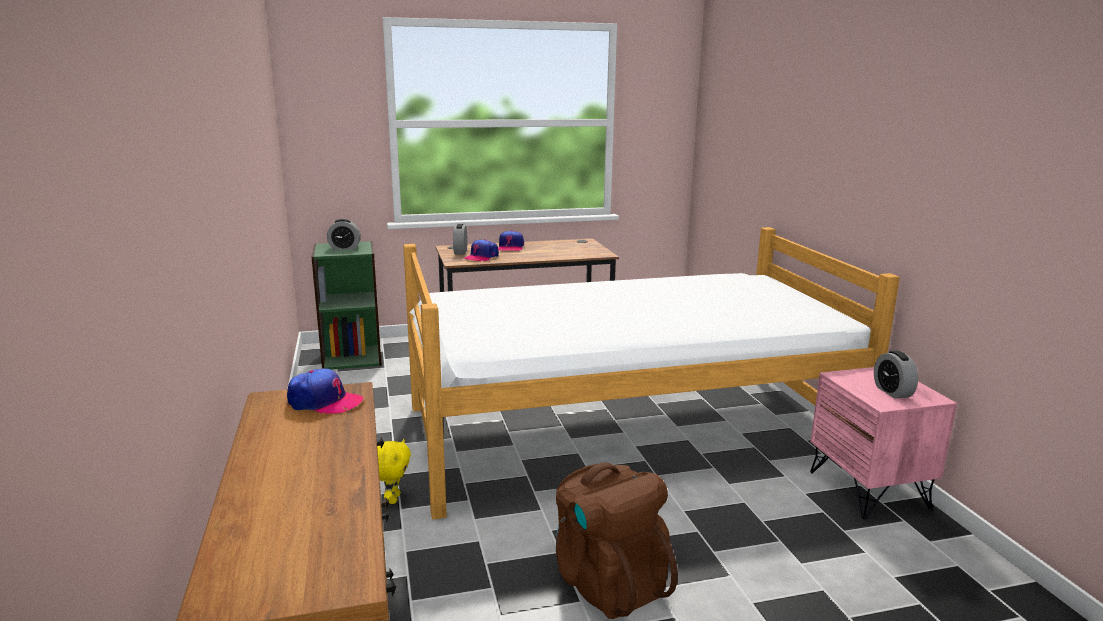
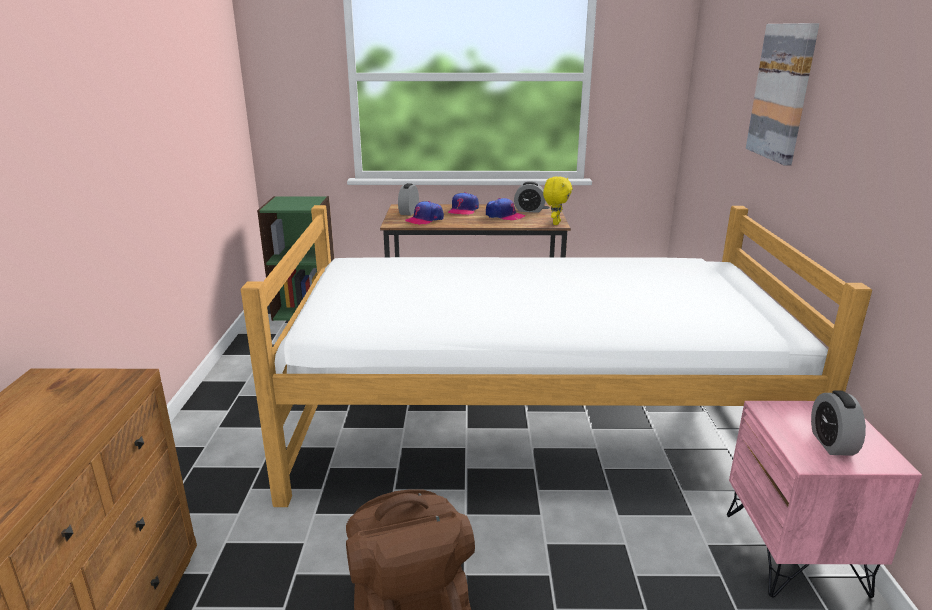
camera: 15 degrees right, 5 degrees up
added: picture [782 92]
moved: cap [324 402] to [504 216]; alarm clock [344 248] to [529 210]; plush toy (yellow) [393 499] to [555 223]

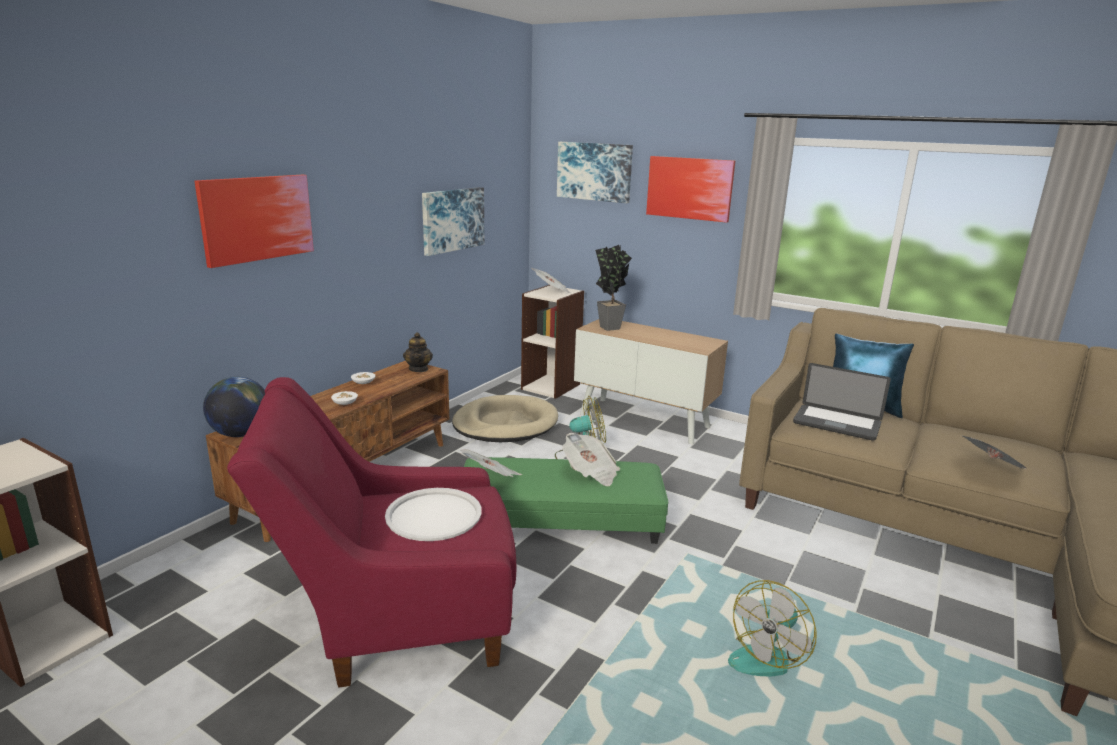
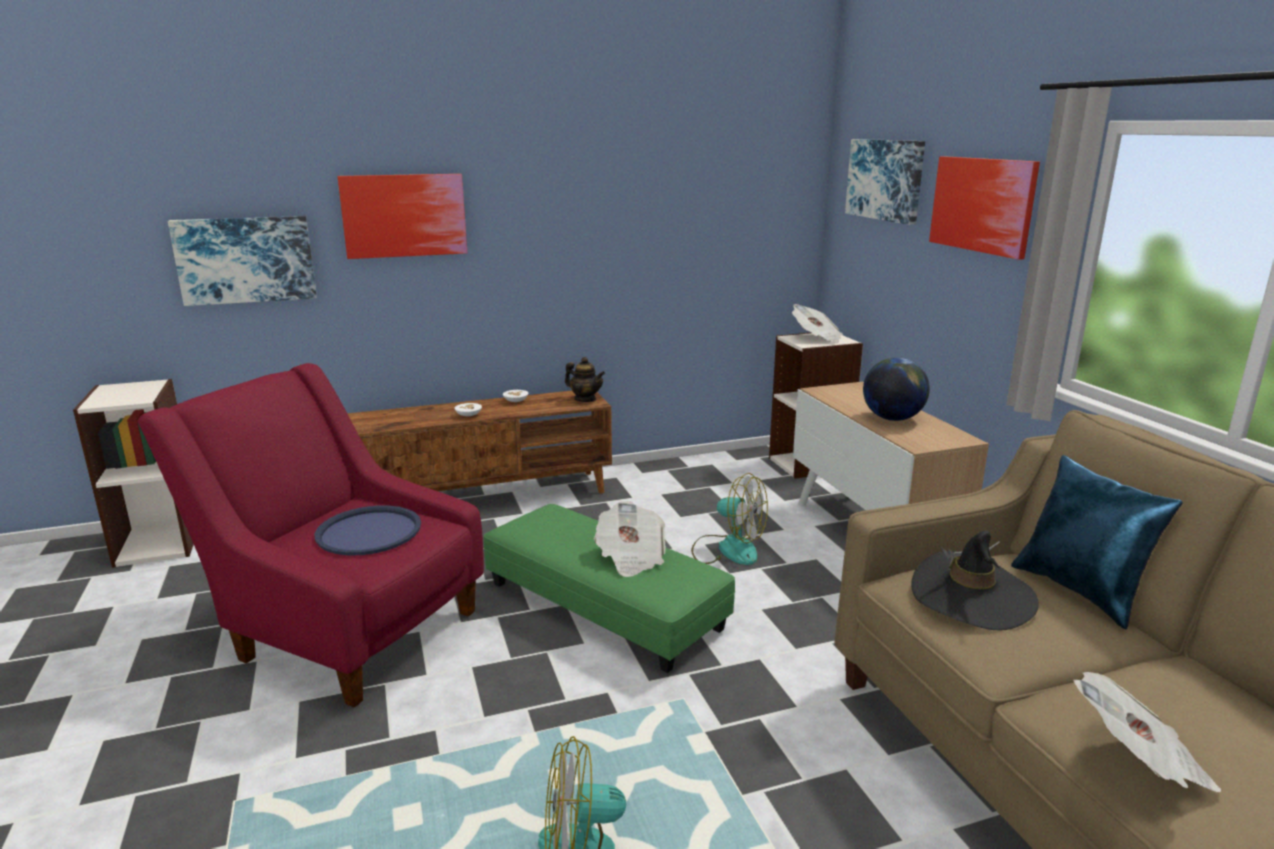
camera: 40 degrees right, 0 degrees up
removed: dog bed (beige) [505 424]; newspaper [491 478]; potted plant [610 326]
moved: globe [241 434] to [892 418]; picture [452 220] to [246 259]
replaced: laptop [836 423] to hat (black) [972 597]
recoloured: tray (white) [433 515] to tray (blue) [369 532]
turned: teapot [418 369] = [585 399] 90 degrees counterclockwise

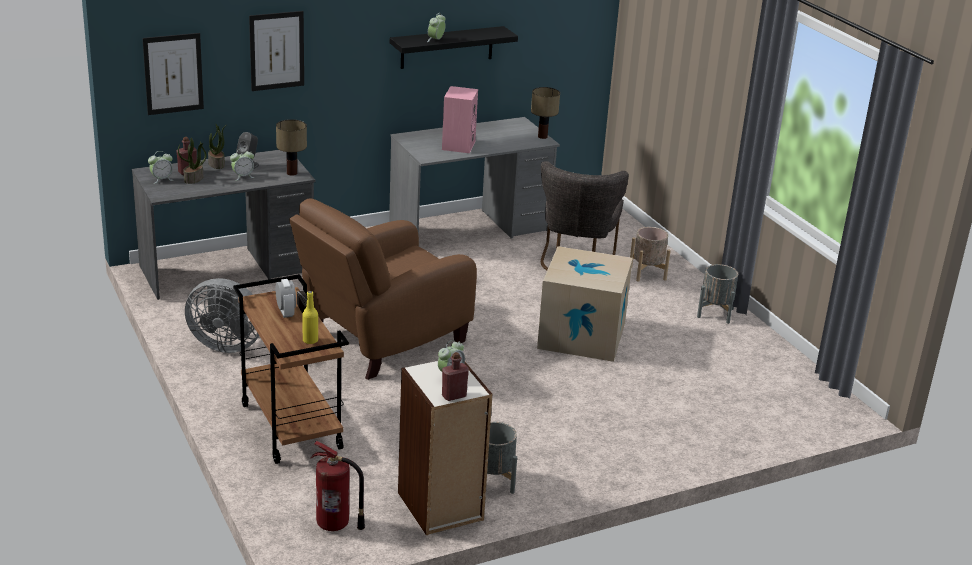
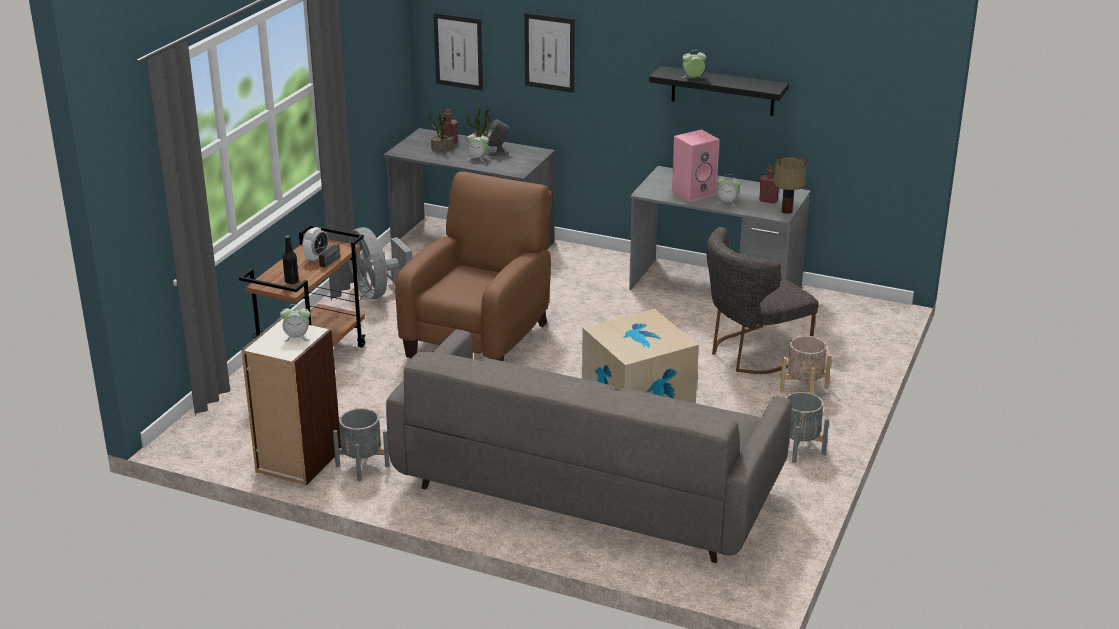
camera: 50 degrees right, 0 degrees up
removed: table lamp [292 173]; fire extinguisher [335 524]
added: sofa (grey) [588 487]
moved: alarm clock [161 179] to [727 202]; bottle (red) [454 396] to [768 200]
recoloured: bottle (yellow) [310 340] to bottle (black) [291 281]
turned: armchair (brown) [381 340] = [481 337] 105 degrees clockwise

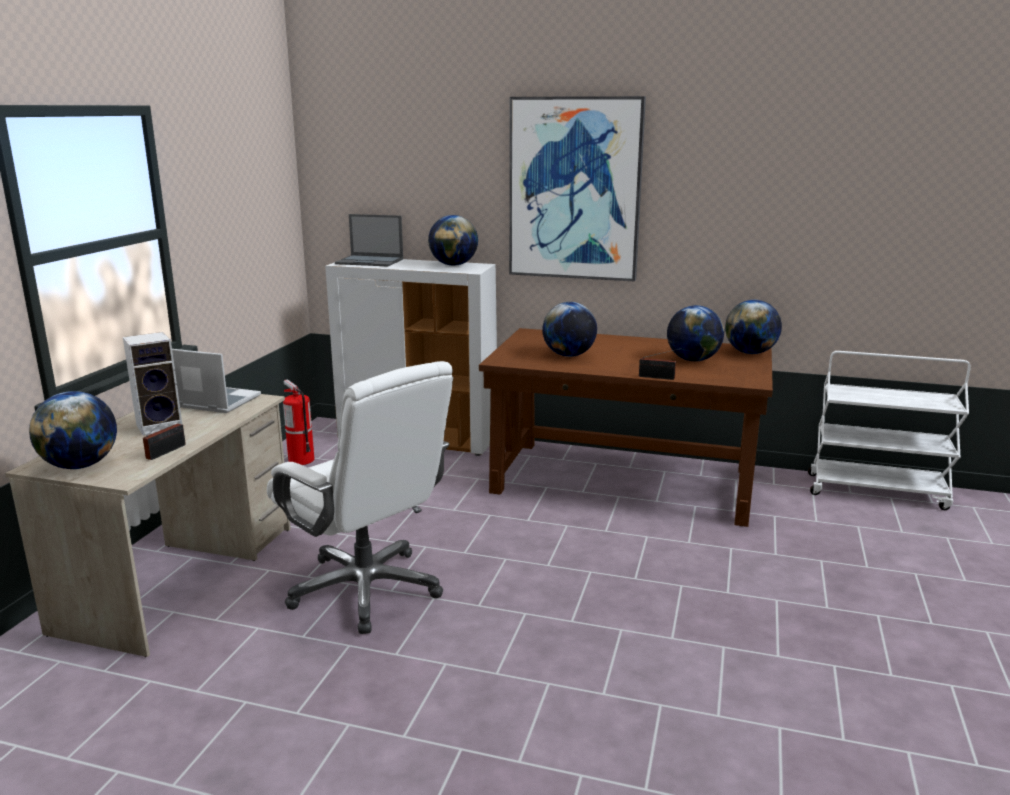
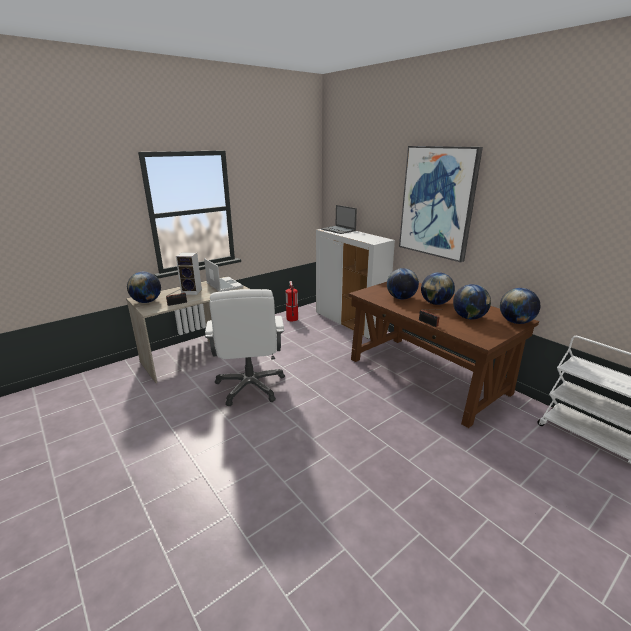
camera: 35 degrees right, 5 degrees up
moved: globe [453 265] to [435 303]

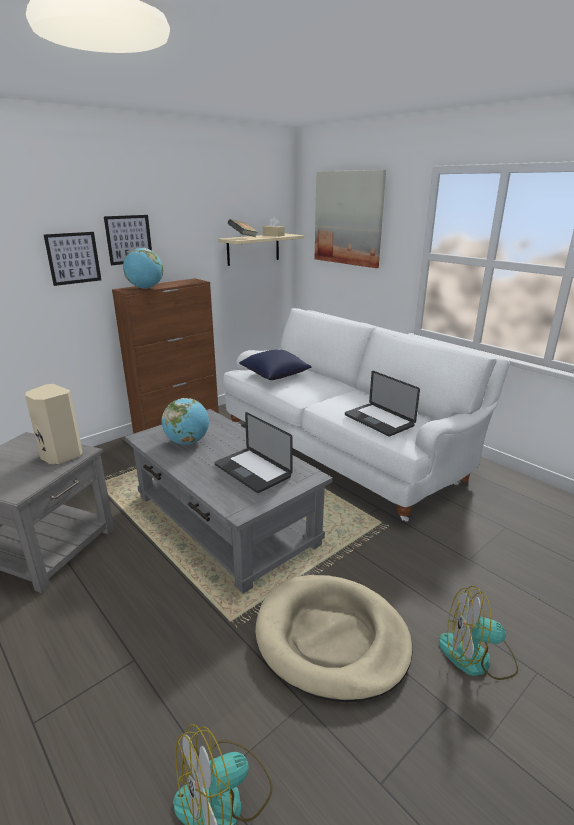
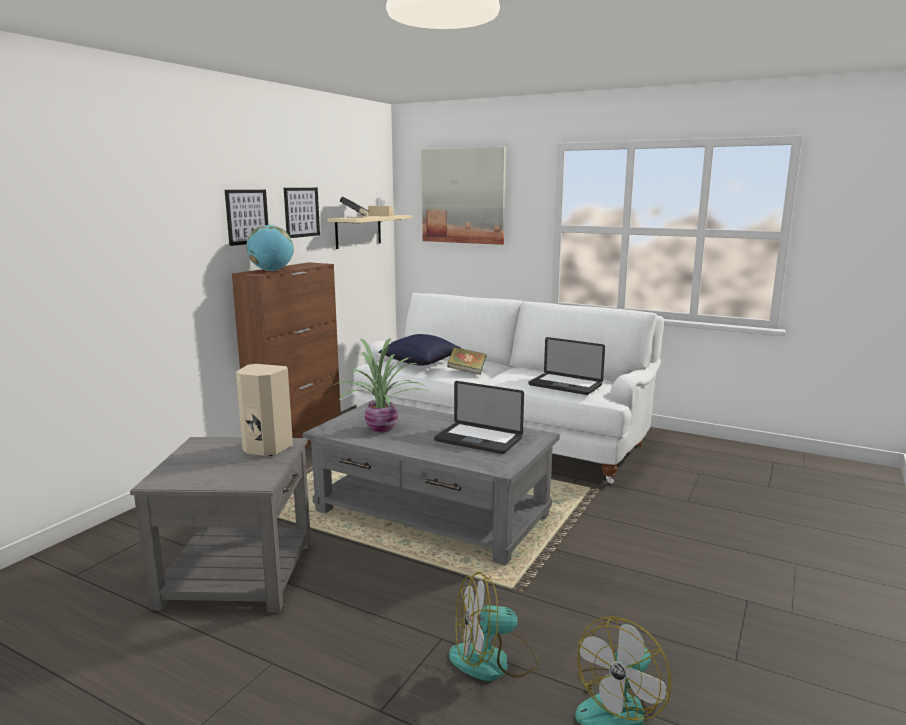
camera: 20 degrees left, 10 degrees down
removed: dog bed (beige) [331 639]
added: book [467 371]
moved: picture [73 258] to [301 212]; fan [477 656] to [493 660]
replaced: globe [187 442] to potted plant [382 428]

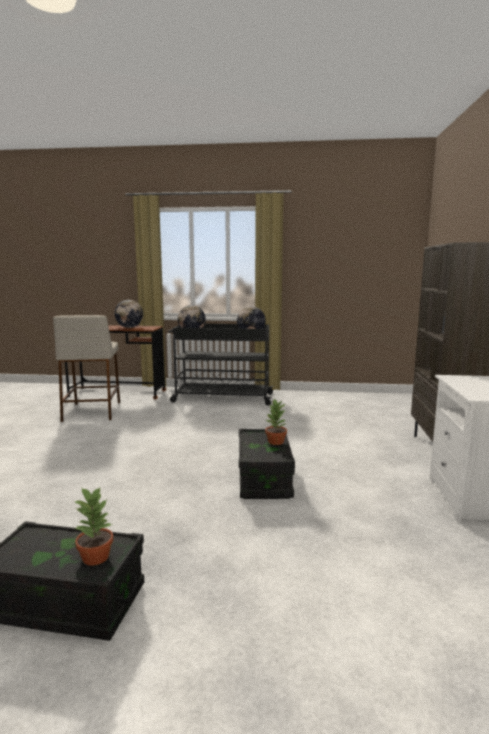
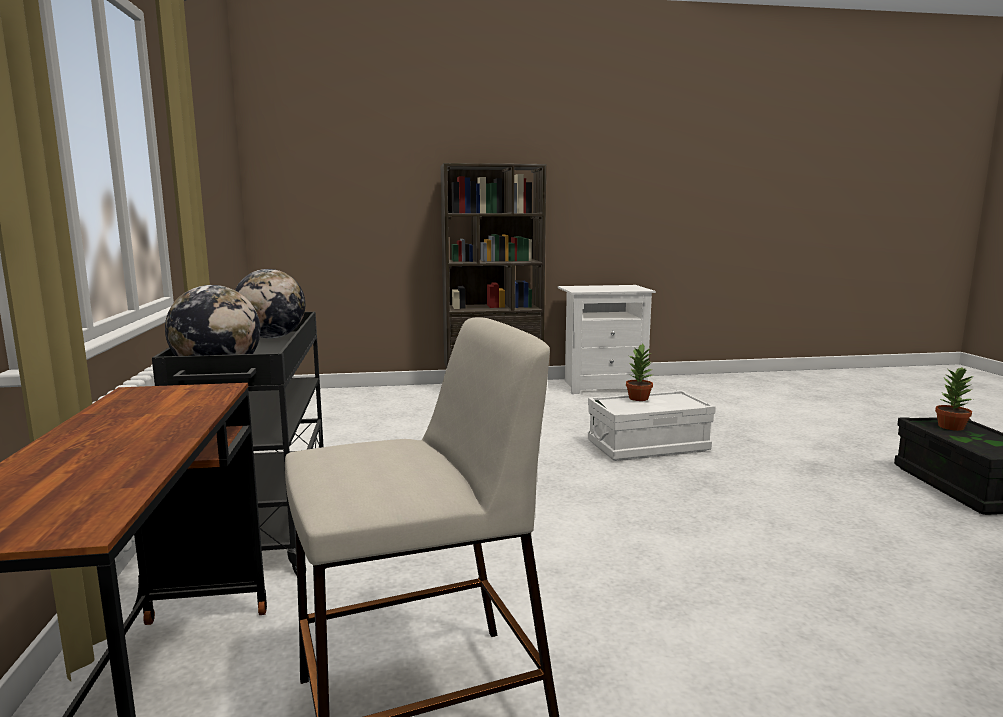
camera: 105 degrees left, 0 degrees up
removed: globe [129 327]
recoloured: storage box (black) [264 479] to storage box (white) [648 446]

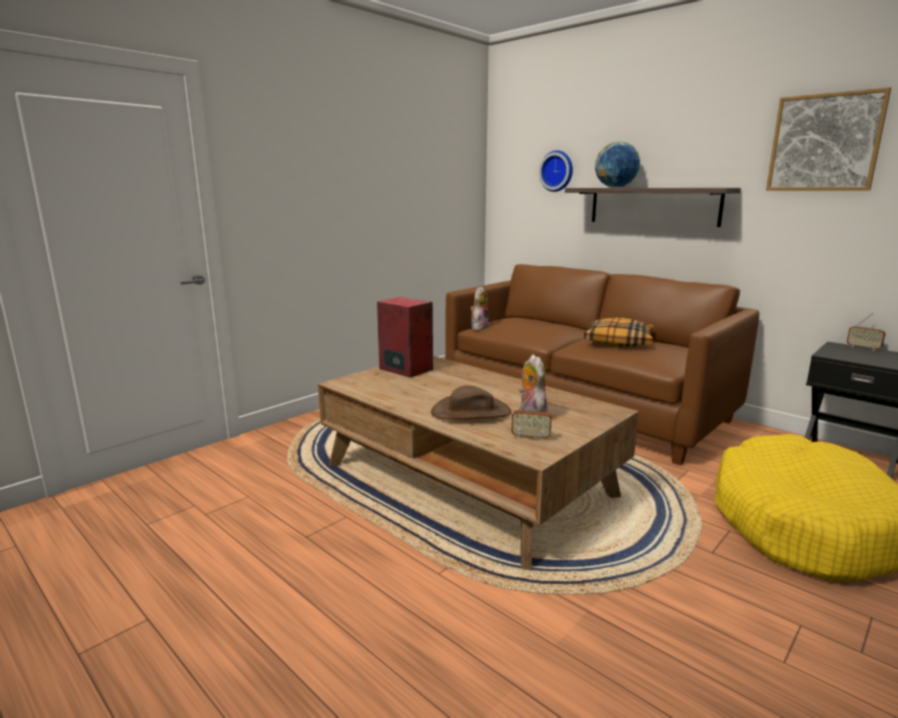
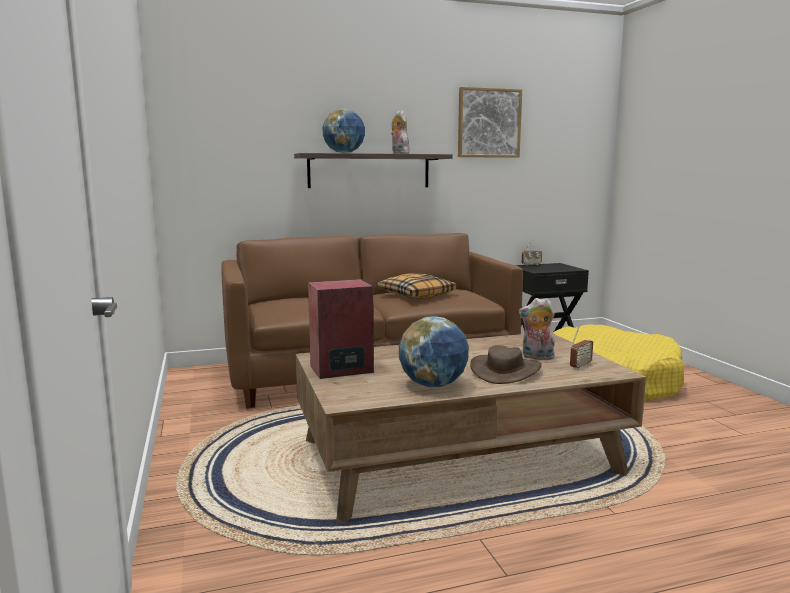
camera: 60 degrees left, 5 degrees down
removed: wall clock [557 171]
added: globe [433 385]
moved: plush toy [479 327] to [398 153]

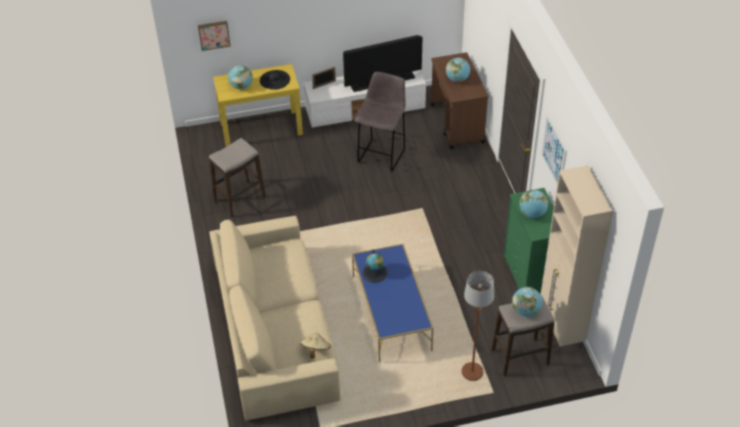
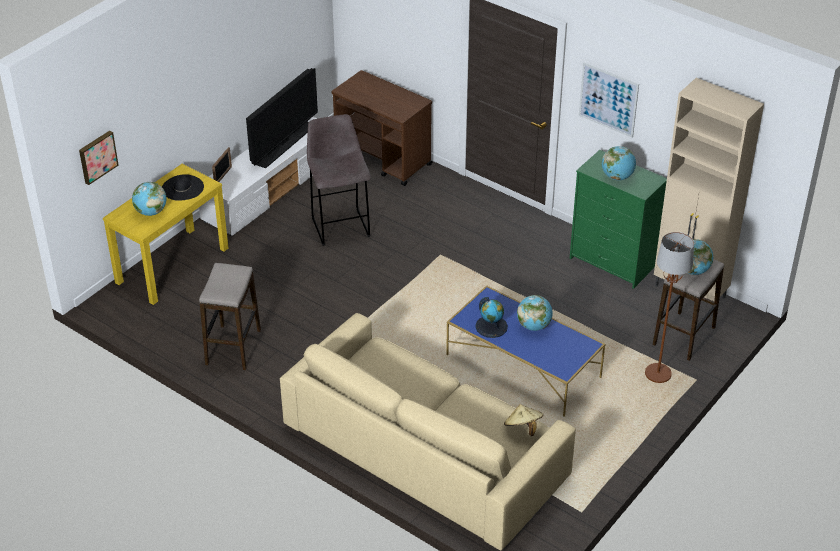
camera: 40 degrees left, 5 degrees down
moved: globe [457 79] to [533 326]

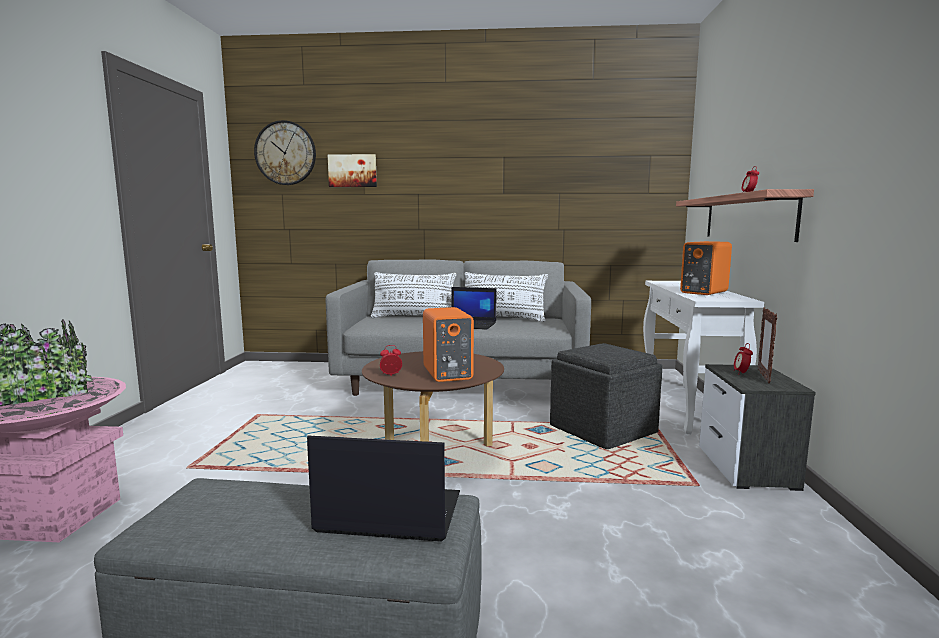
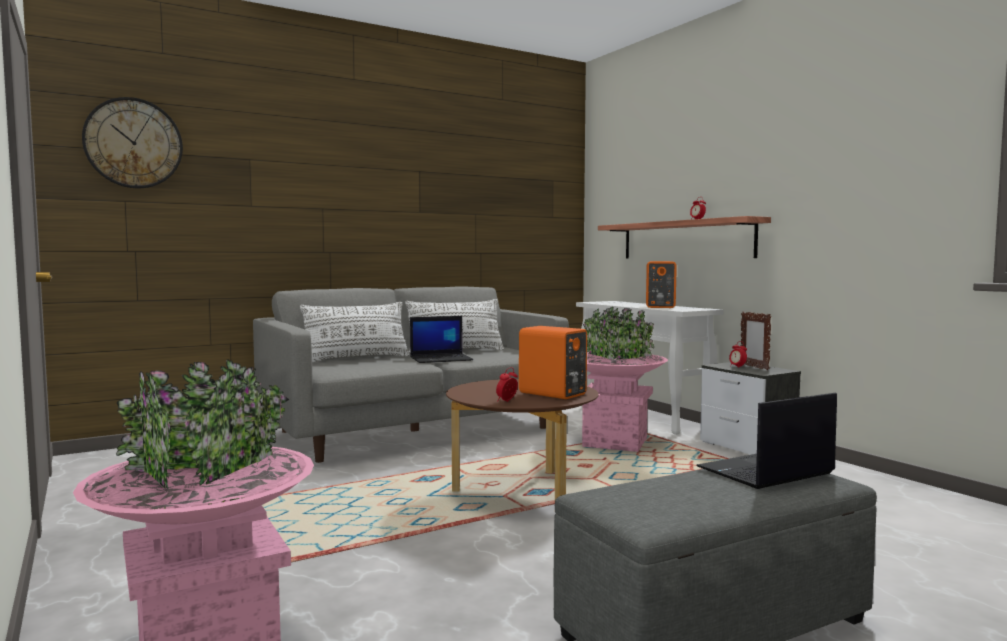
camera: 35 degrees left, 5 degrees down
removed: picture [352 171]
replaced: ottoman (grey) [604 429] to planter (pink) [615 443]

